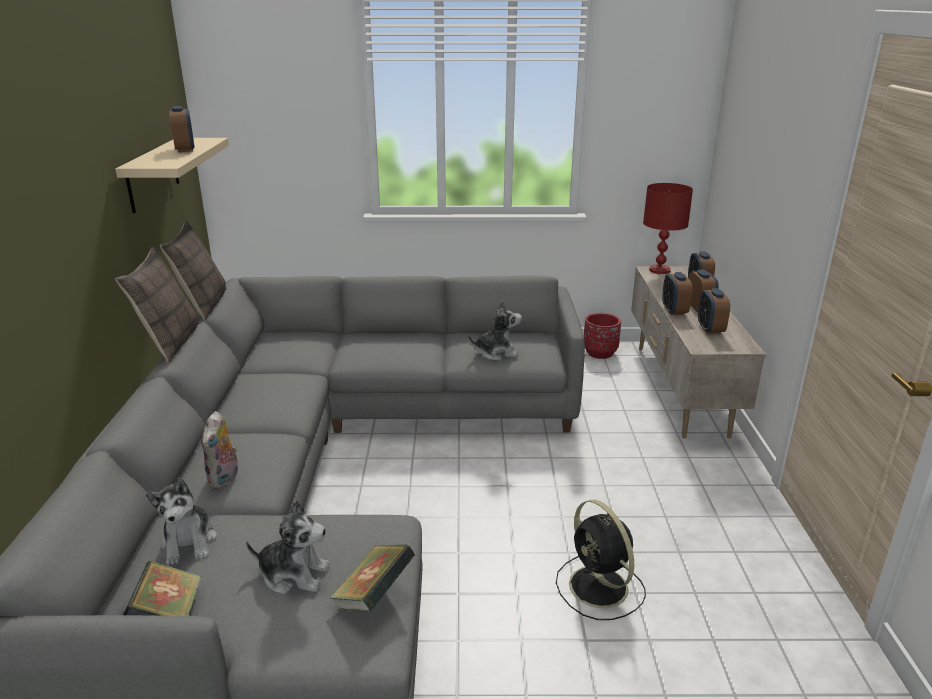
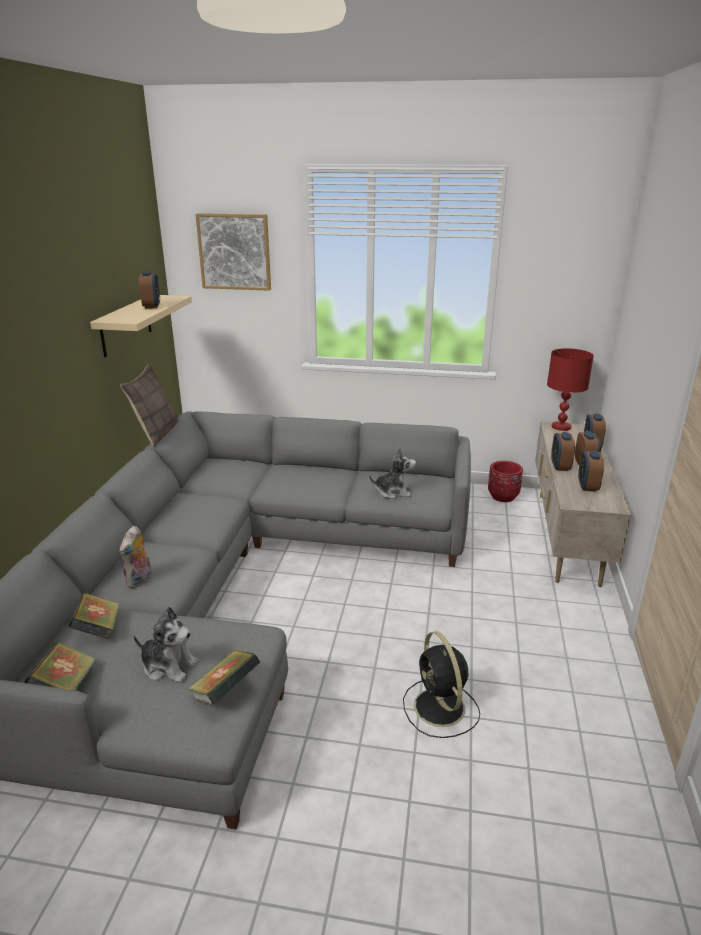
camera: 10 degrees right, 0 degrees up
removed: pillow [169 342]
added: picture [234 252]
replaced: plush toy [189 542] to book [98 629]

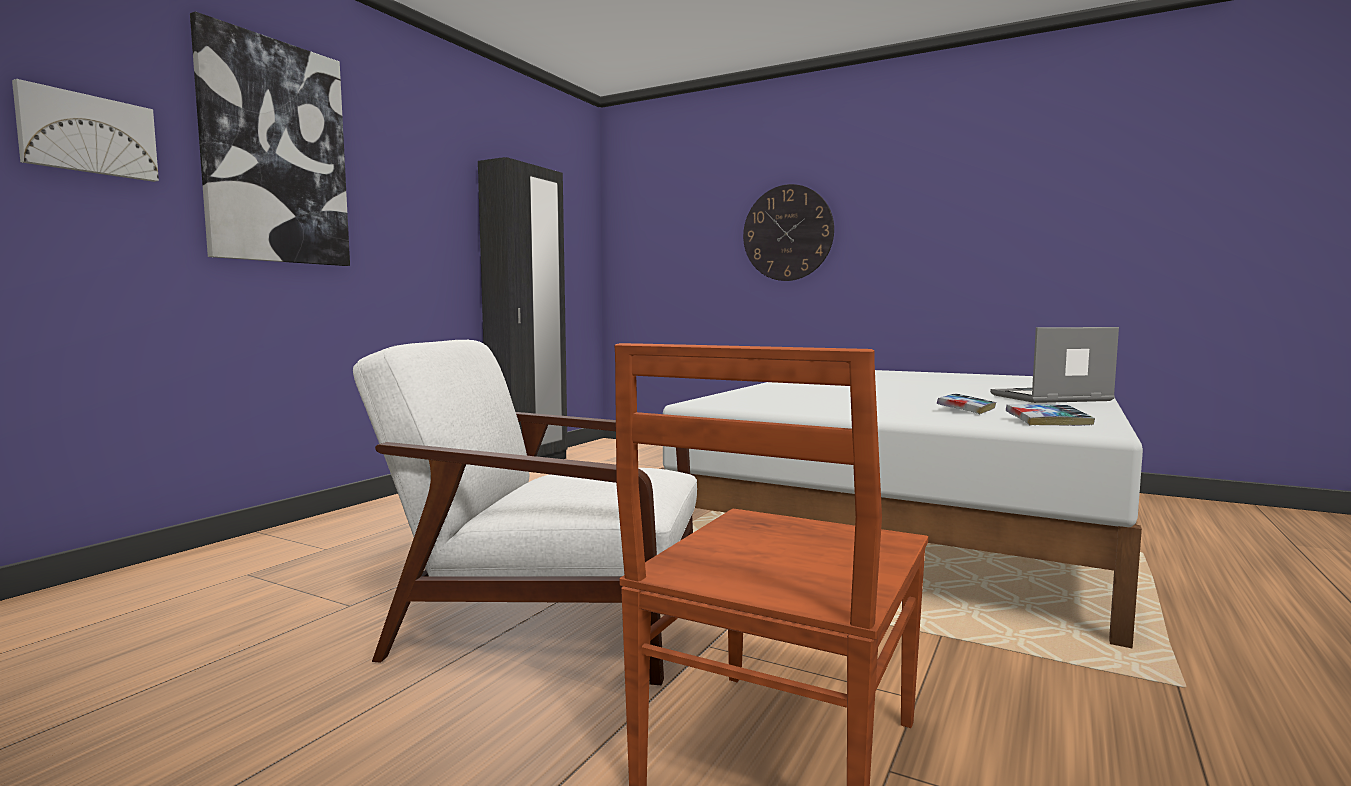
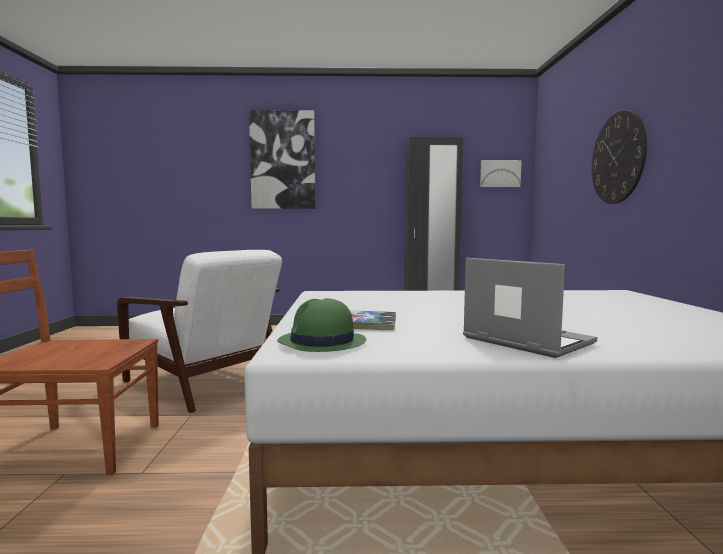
camera: 60 degrees right, 0 degrees up
moved: picture [88 134] to [500 173]
replaced: book [1048 422] to hat (green) [321 342]
turned: armchair (white) [548 619] = [206 382] 150 degrees clockwise

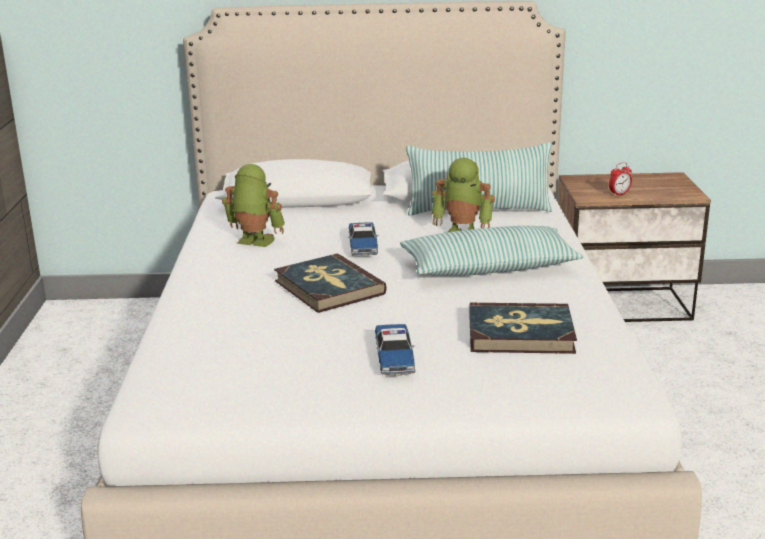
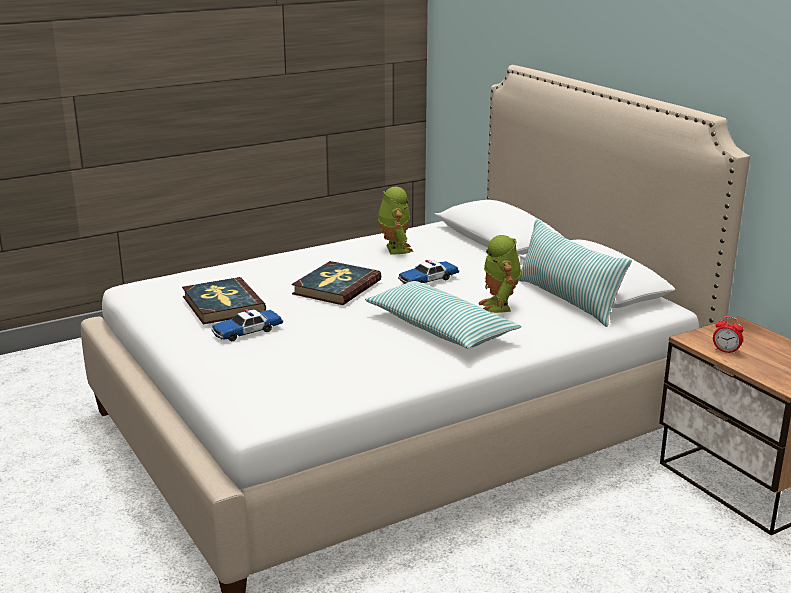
camera: 60 degrees right, 0 degrees up
moved: book [520 333] to [222 304]

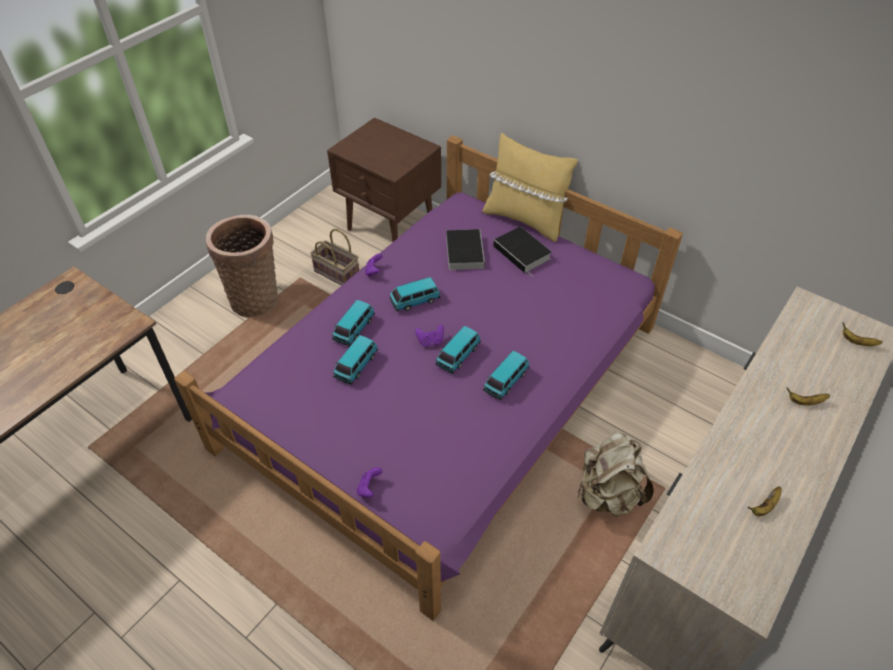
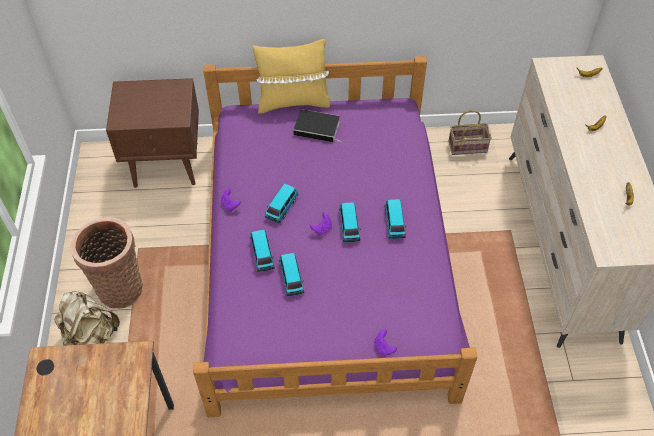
camera: 40 degrees left, 5 degrees up
removed: book [464 251]
moved: basket [338 273] to [468 146]; backpack (beige) [608 494] to [91 337]

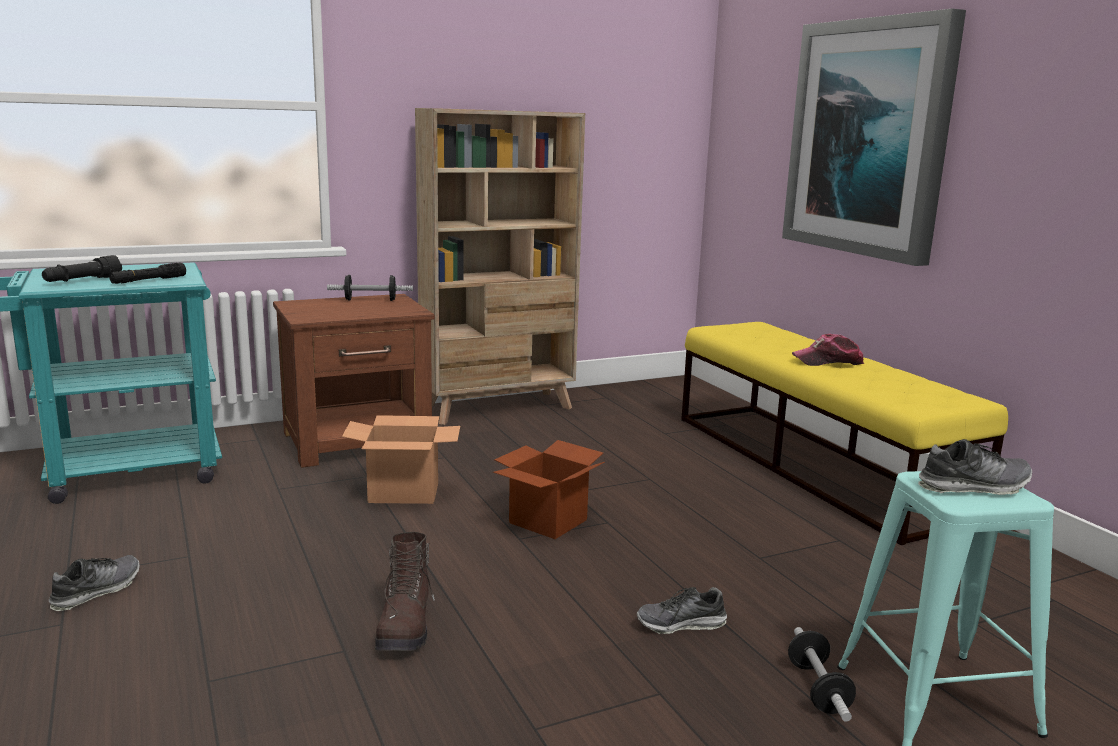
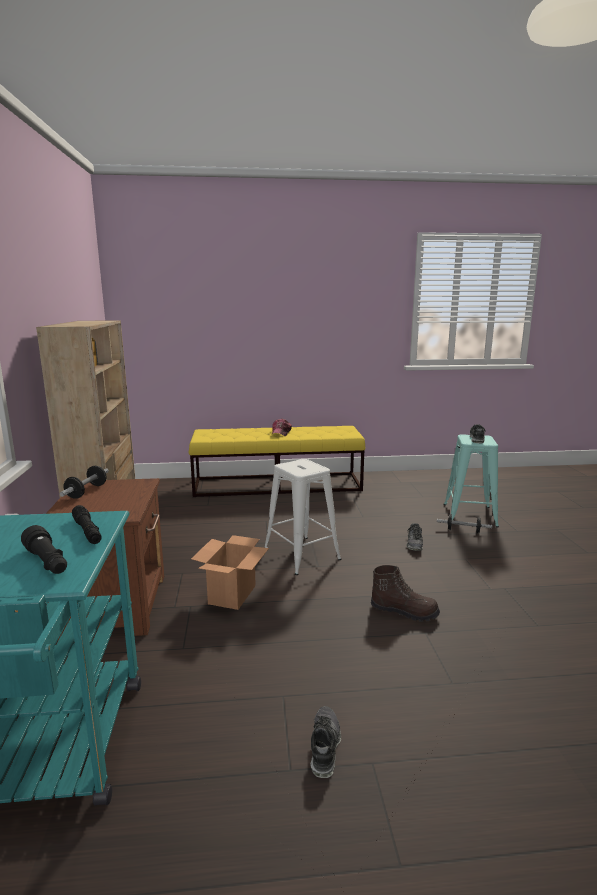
camera: 70 degrees left, 0 degrees up
removed: picture [868 138]
replaced: cardboard box [548 521] to stool (white) [301 555]
turned: shoe [97 591] = [324 746] 45 degrees clockwise

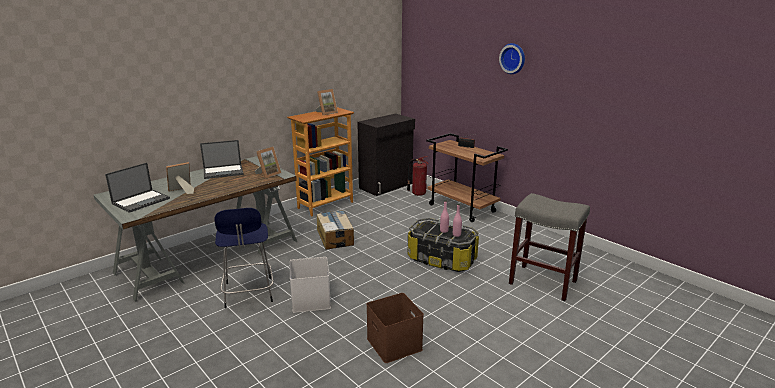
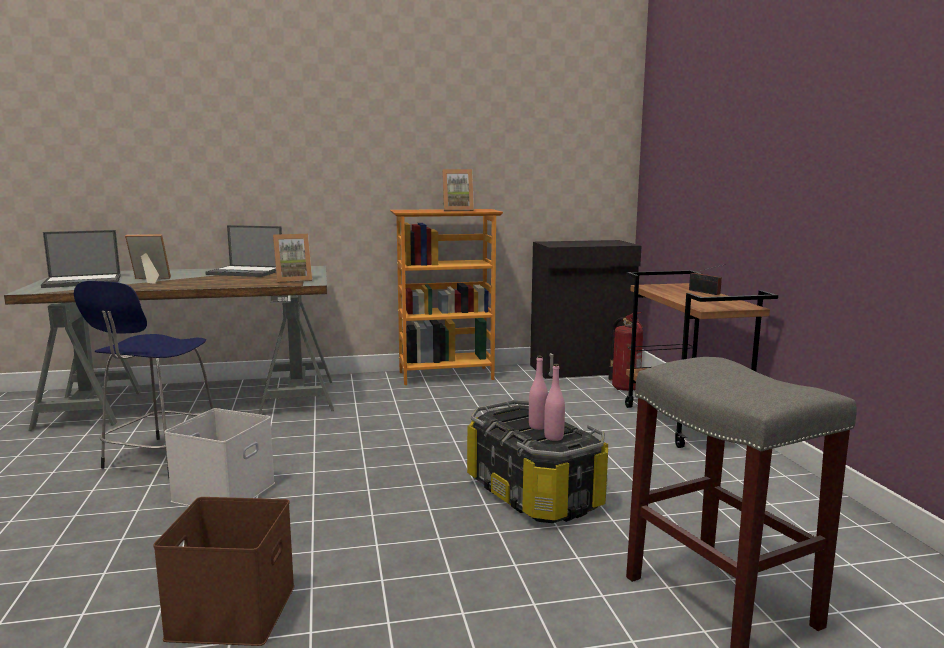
camera: 30 degrees right, 10 degrees down
removed: cardboard box [335 237]; wall clock [513 58]

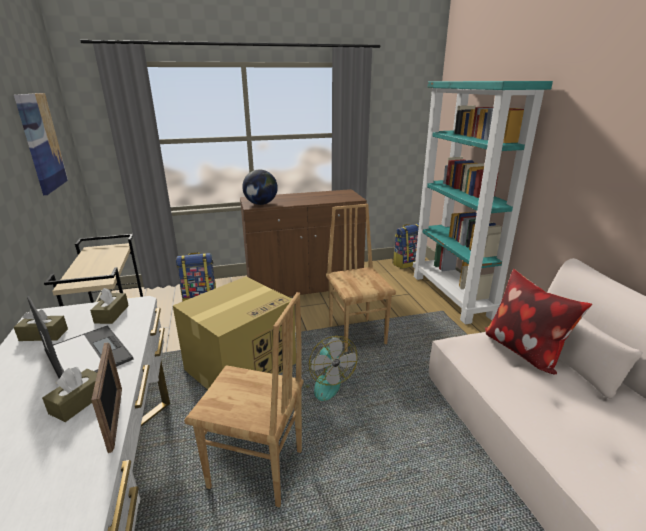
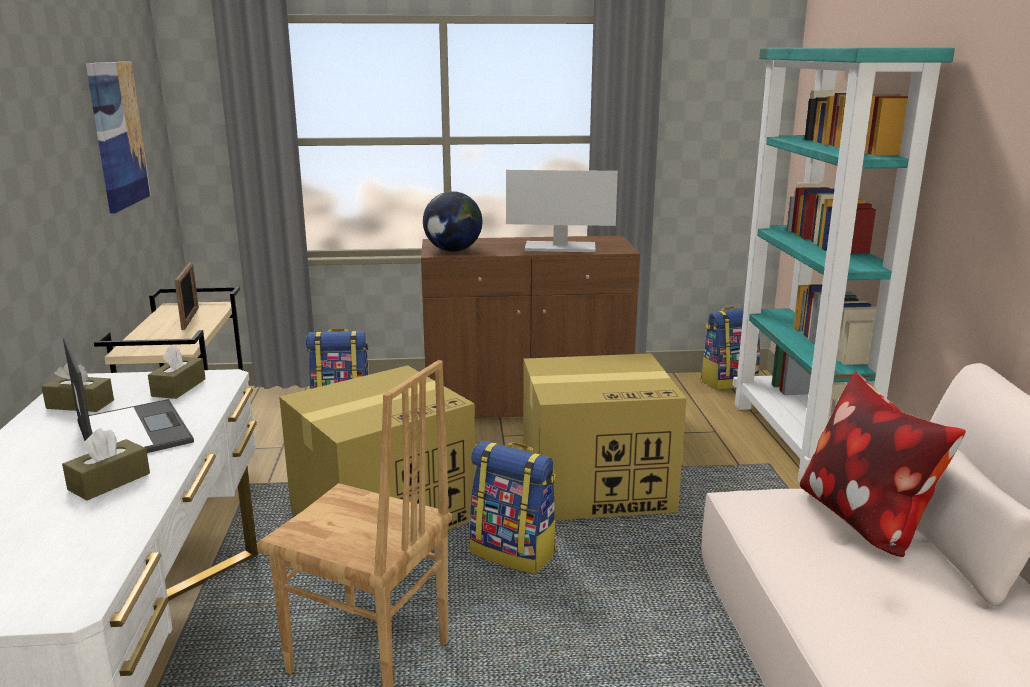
camera: 10 degrees right, 5 degrees down
added: monitor [559 248]
moved: picture frame [115 418] to [190 319]
replaced: fan [323 382] to backpack [514 552]; chair (brown) [358 334] to cardboard box [598 486]

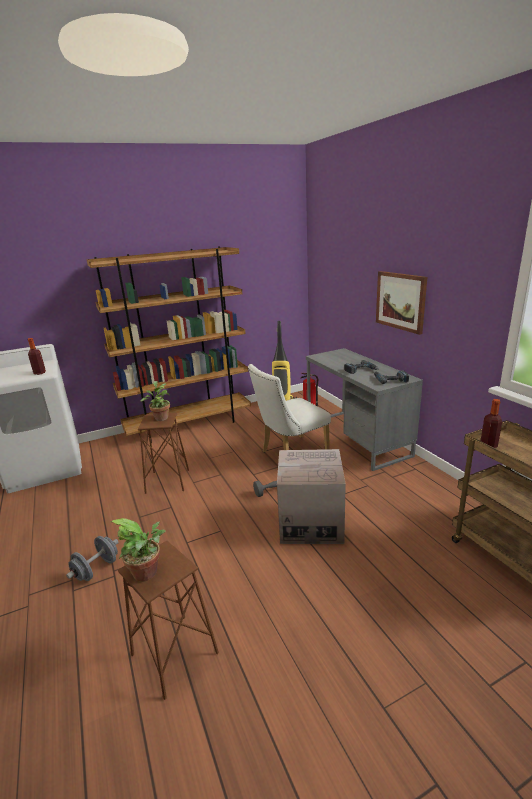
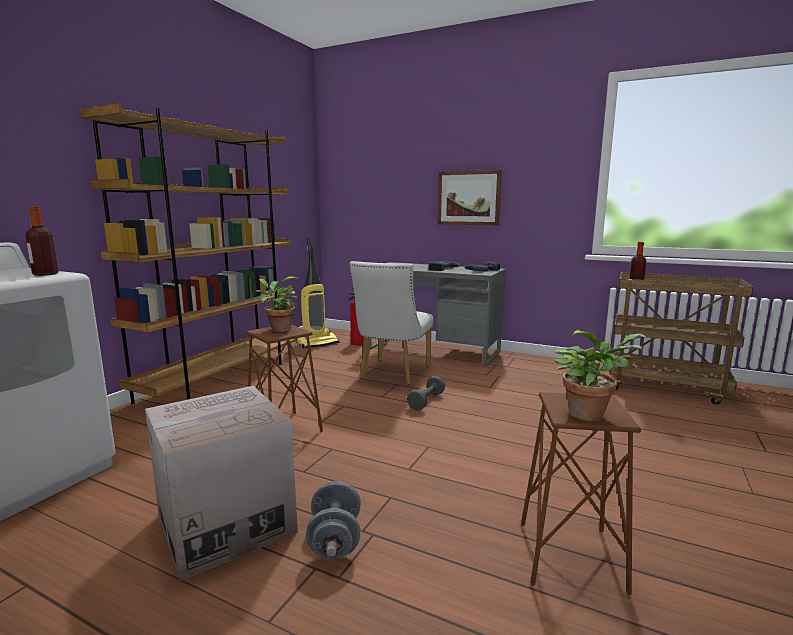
camera: 40 degrees left, 10 degrees down
moved: cardboard box [310 522] to [226 523]

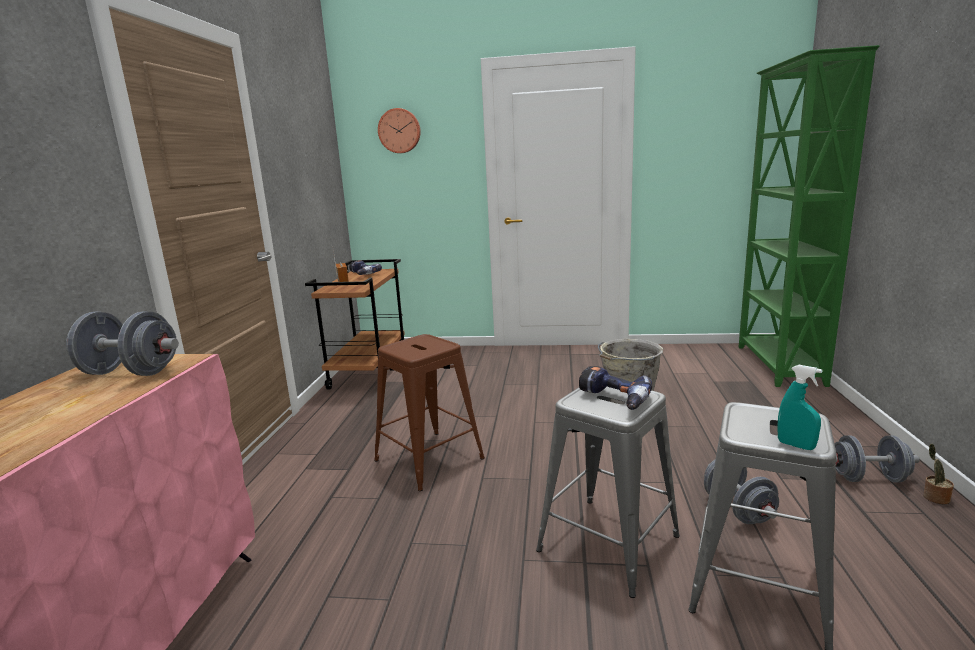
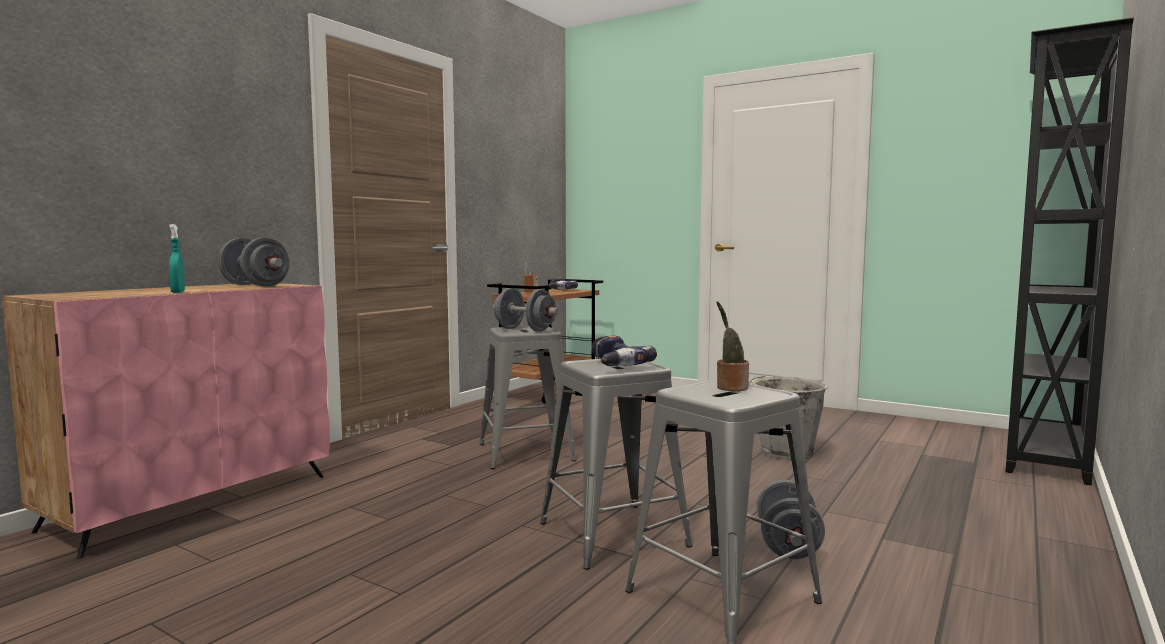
camera: 25 degrees right, 10 degrees down
removed: wall clock [399 131]
moved: spray bottle (turquoise) [796 445] to [178 292]; dumbbell (grey) [868 478] to [525 330]; potted plant [934 497] to [730 387]
recoloured: stool (brown) [429 459] to stool (grey) [526 452]; bookcase (green) [778 365] to bookcase (black) [1042 456]

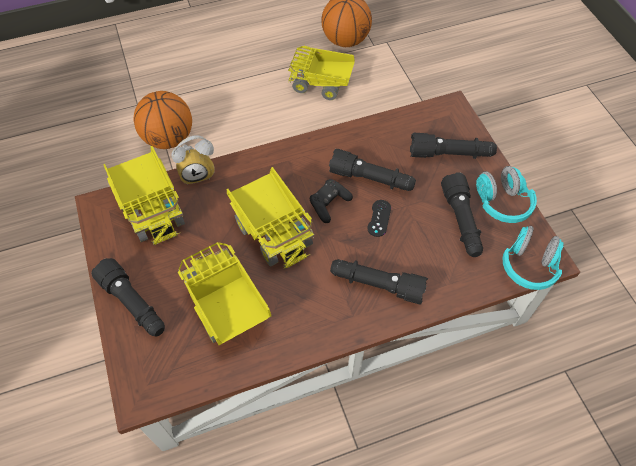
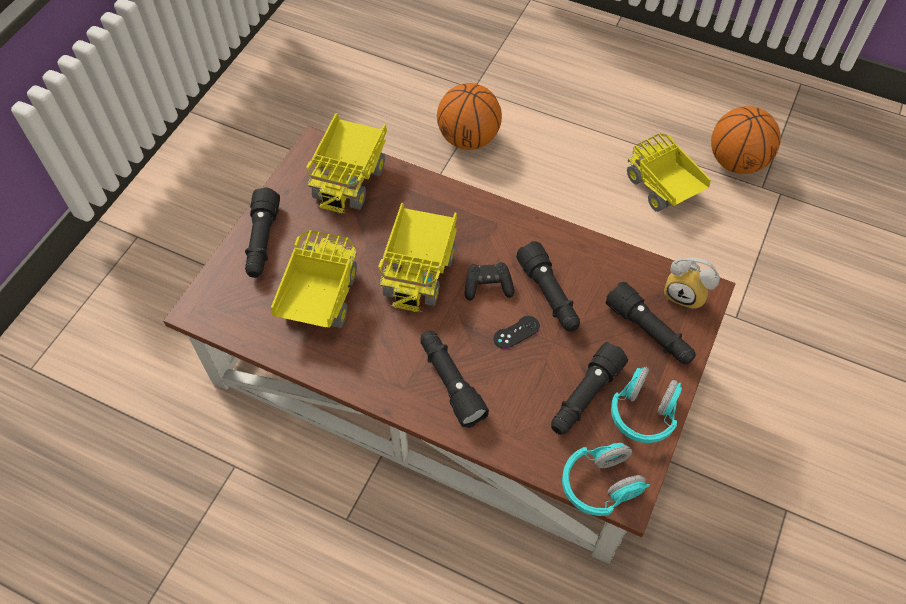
camera: 45 degrees right, 0 degrees up
moved: alarm clock [198 171] to [686 293]

